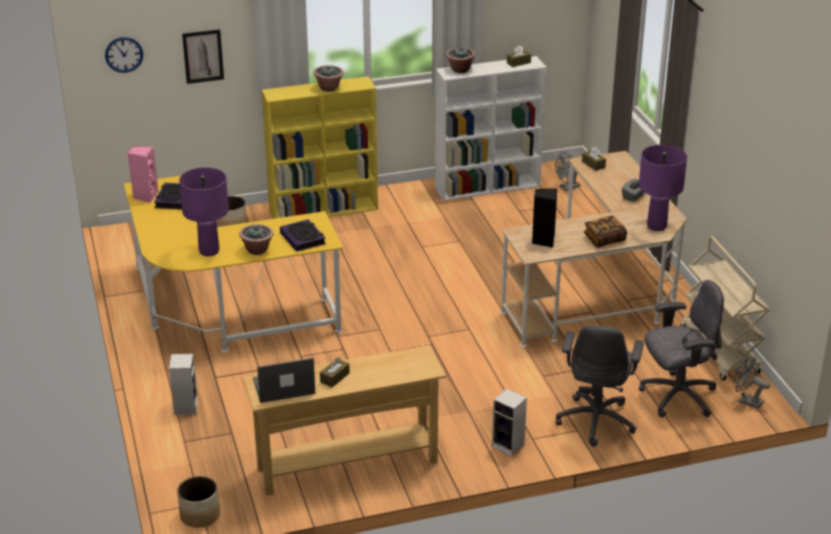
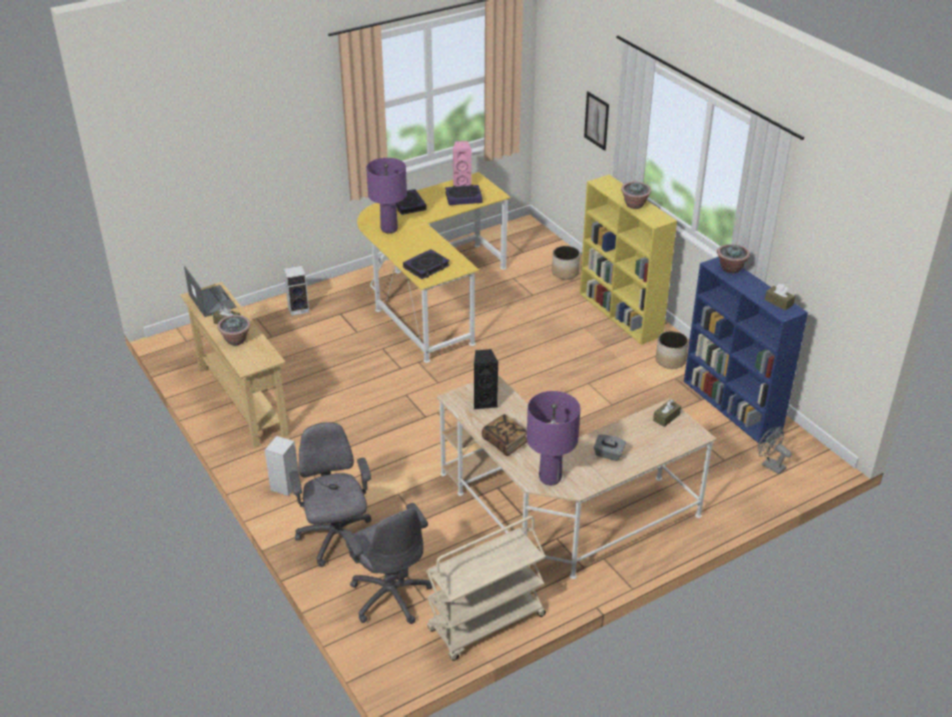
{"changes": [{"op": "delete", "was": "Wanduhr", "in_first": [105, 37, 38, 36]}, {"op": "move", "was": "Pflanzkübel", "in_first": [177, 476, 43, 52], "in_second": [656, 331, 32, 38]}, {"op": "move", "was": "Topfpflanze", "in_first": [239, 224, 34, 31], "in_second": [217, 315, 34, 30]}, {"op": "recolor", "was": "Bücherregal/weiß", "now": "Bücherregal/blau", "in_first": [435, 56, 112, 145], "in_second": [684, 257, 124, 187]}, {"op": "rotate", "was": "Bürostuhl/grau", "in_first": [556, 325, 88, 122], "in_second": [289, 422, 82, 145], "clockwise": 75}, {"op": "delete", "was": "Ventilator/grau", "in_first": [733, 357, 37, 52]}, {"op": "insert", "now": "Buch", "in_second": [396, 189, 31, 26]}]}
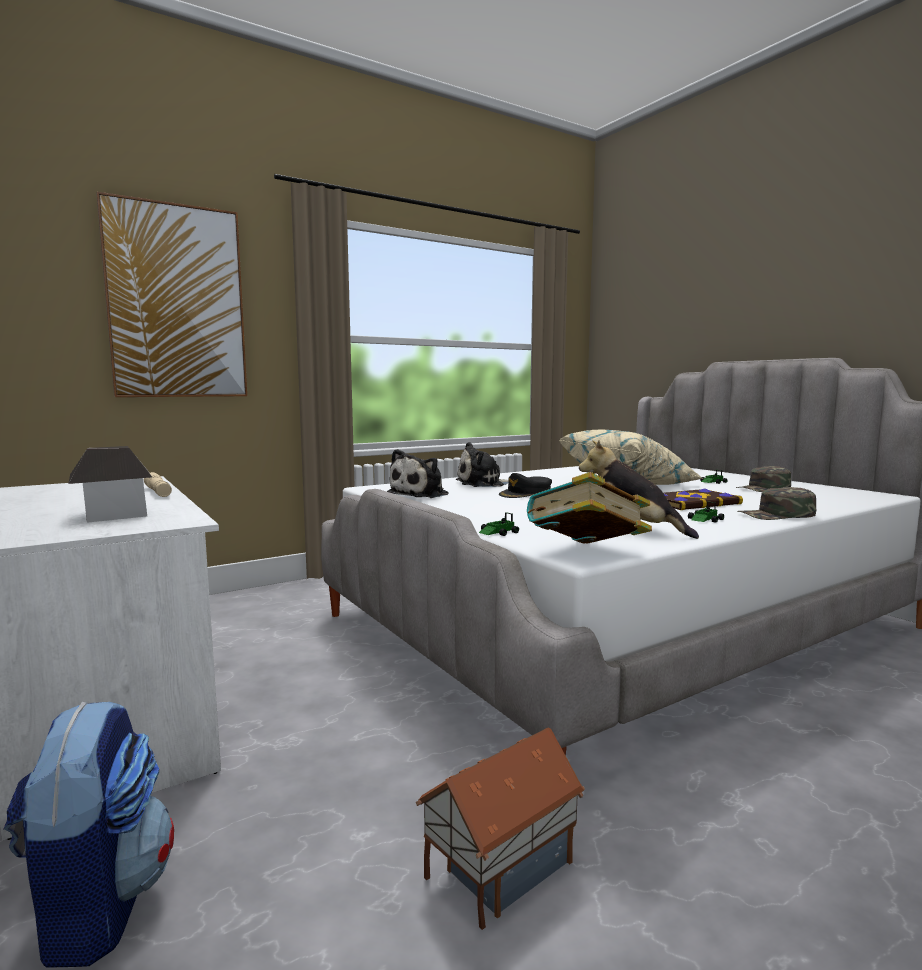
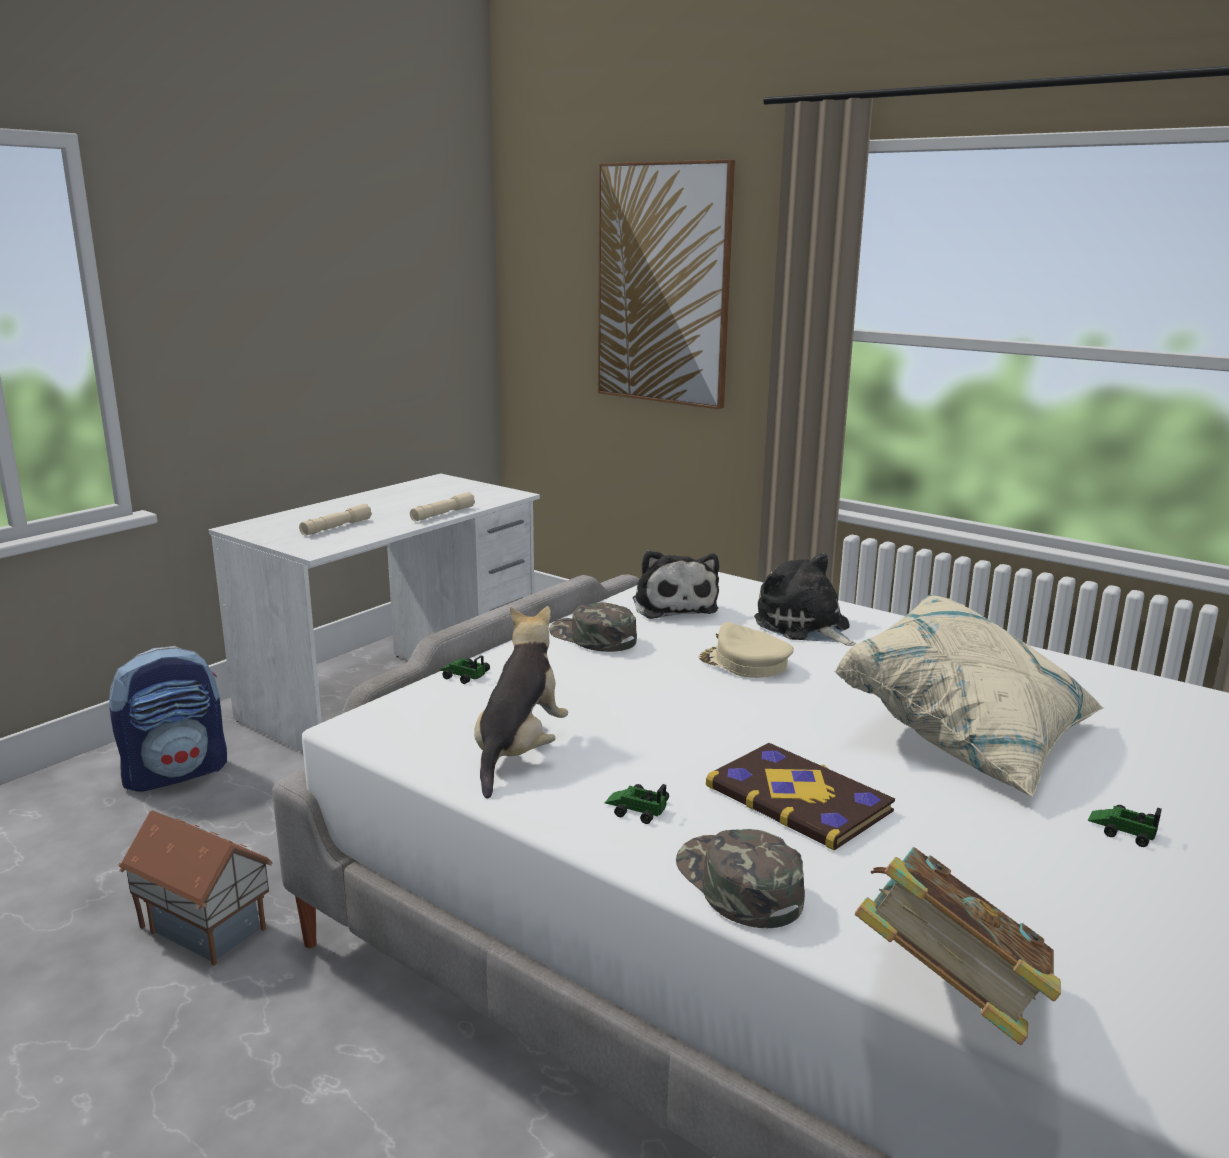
{"changes": [{"op": "replace", "was": "Spielzeughaus", "now": "Taschenlampe/beige", "in_first": [68, 446, 84, 77], "in_second": [299, 504, 73, 32]}, {"op": "rotate", "was": "Plüschtier", "in_first": [387, 449, 62, 49], "in_second": [633, 550, 86, 69], "clockwise": -120}, {"op": "recolor", "was": "Kappe/schwarz", "now": "Kappe/beige", "in_first": [499, 473, 53, 25], "in_second": [698, 622, 96, 56]}, {"op": "move", "was": "Buch", "in_first": [527, 472, 125, 72], "in_second": [855, 847, 206, 198]}, {"op": "move", "was": "Kappe/grün", "in_first": [736, 466, 55, 26], "in_second": [549, 602, 88, 50]}]}
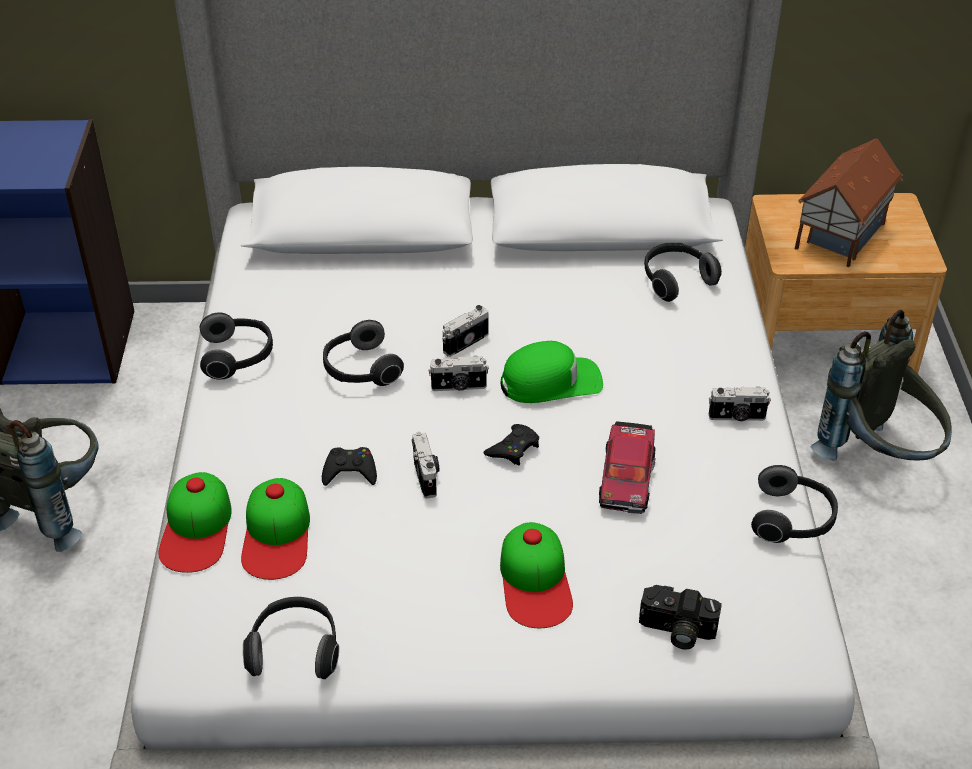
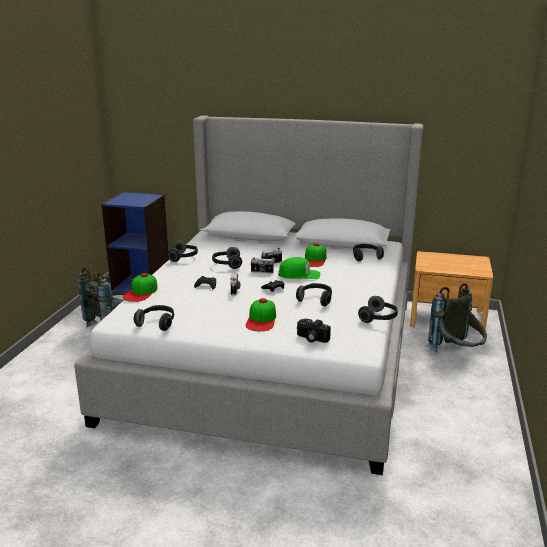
{"changes": [{"op": "move", "was": "Kappe", "in_first": [241, 478, 69, 102], "in_second": [305, 243, 22, 24]}, {"op": "replace", "was": "Spielzeugauto", "now": "Kopfhörer", "in_first": [599, 421, 57, 93], "in_second": [296, 283, 36, 24]}, {"op": "delete", "was": "Kamera", "in_first": [709, 387, 62, 34]}, {"op": "delete", "was": "Spielzeughaus", "in_first": [795, 138, 108, 129]}]}
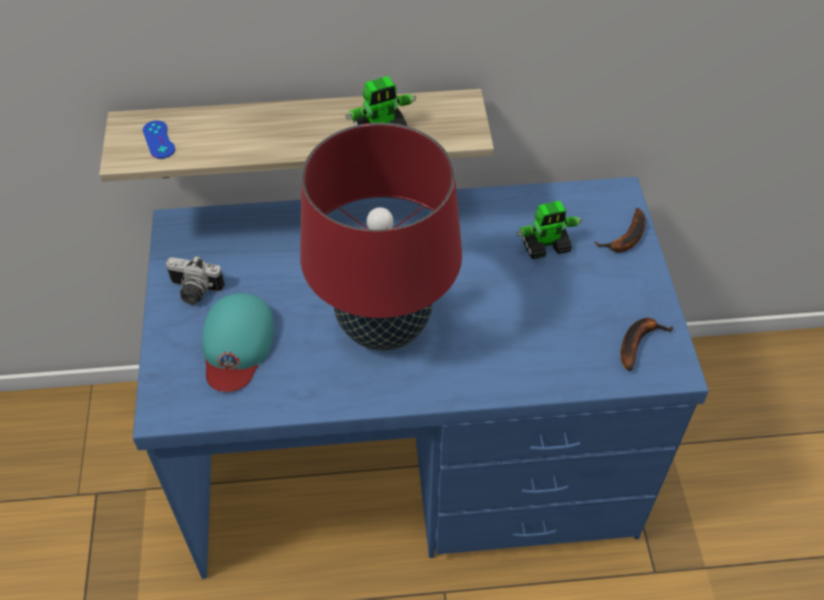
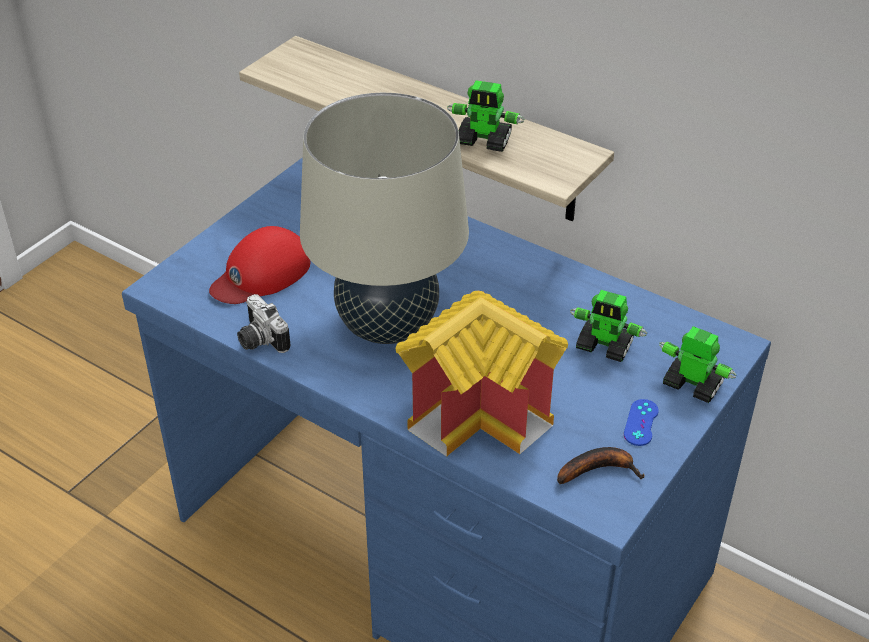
{"changes": [{"op": "move", "was": "Gamepad/blau", "in_first": [143, 120, 32, 39], "in_second": [624, 399, 35, 47]}, {"op": "move", "was": "Kamera", "in_first": [166, 256, 59, 49], "in_second": [237, 294, 53, 59]}, {"op": "recolor", "was": "Kappe/türkis", "now": "Kappe/rot", "in_first": [202, 293, 72, 99], "in_second": [209, 226, 101, 78]}, {"op": "recolor", "was": "Tischlampe/rot", "now": "Tischlampe/beige", "in_first": [300, 123, 162, 228], "in_second": [300, 93, 169, 251]}, {"op": "replace", "was": "Banane", "now": "Spielzeugroboter", "in_first": [595, 208, 50, 44], "in_second": [659, 327, 77, 76]}, {"op": "insert", "now": "Spielzeughaus", "in_second": [396, 291, 172, 166]}]}
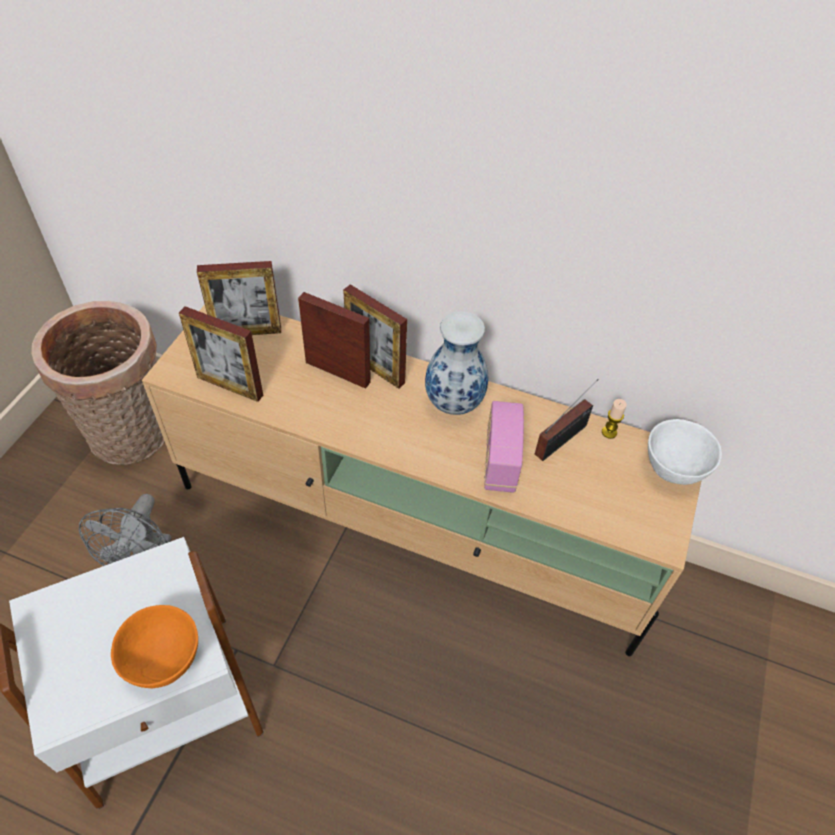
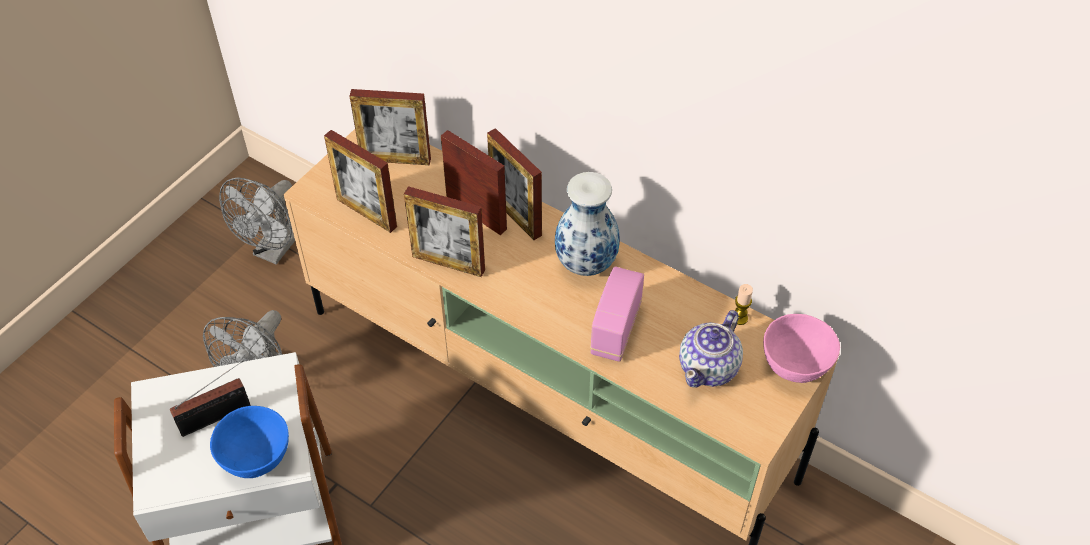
{"changes": [{"op": "replace", "was": "Korb", "now": "Ventilator/grau", "in_first": [31, 301, 133, 164], "in_second": [219, 178, 76, 87]}, {"op": "recolor", "was": "Schüssel/orange", "now": "Schüssel/blau", "in_first": [111, 605, 87, 83], "in_second": [210, 406, 79, 72]}, {"op": "move", "was": "Radio", "in_first": [535, 379, 64, 82], "in_second": [170, 360, 81, 77]}, {"op": "recolor", "was": "Schüssel/weiß", "now": "Schüssel/rosa", "in_first": [648, 419, 74, 66], "in_second": [763, 314, 77, 69]}, {"op": "insert", "now": "Bilderrahmen", "in_second": [404, 186, 81, 91]}, {"op": "insert", "now": "Teekanne", "in_second": [679, 310, 64, 78]}]}
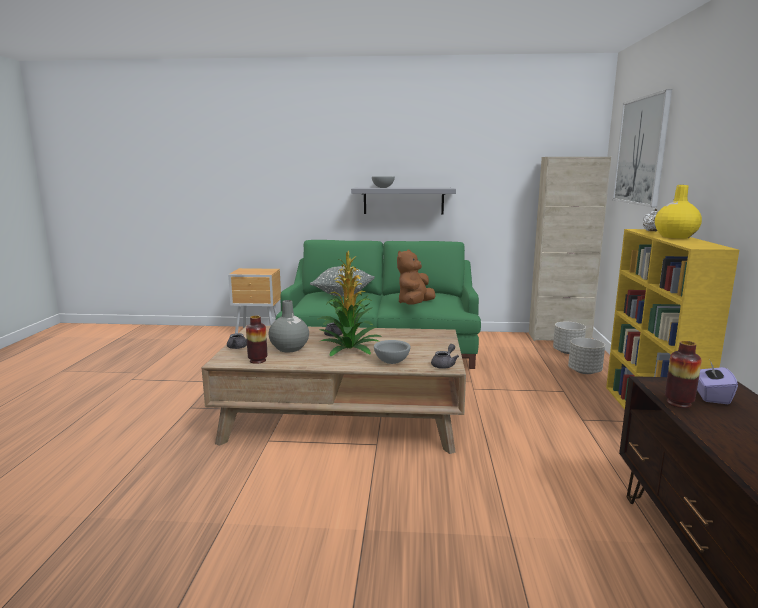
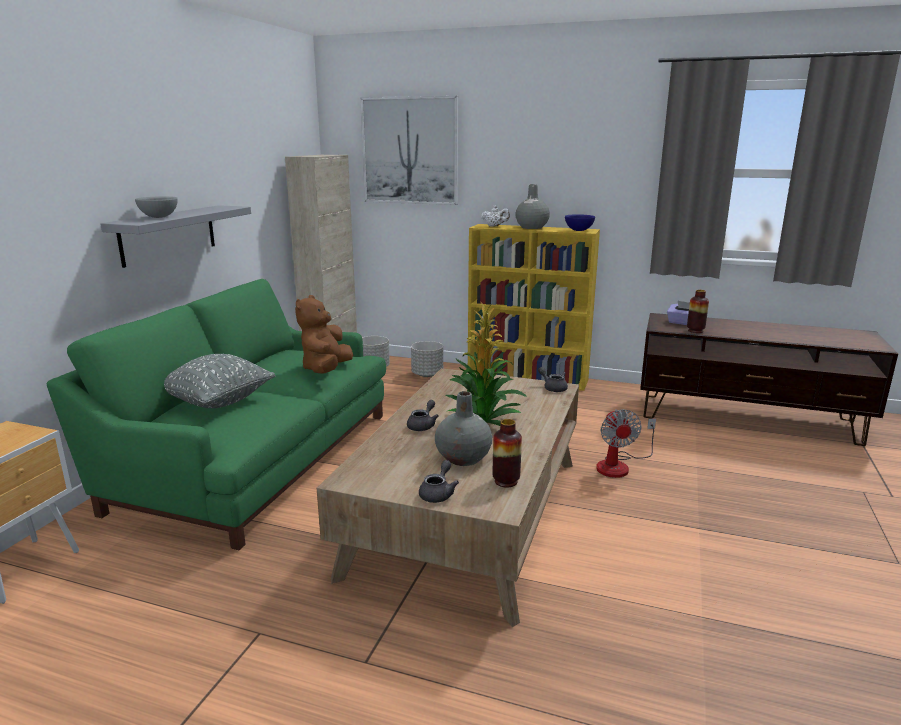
{"changes": [{"op": "delete", "was": "Schüssel/grau", "in_first": [374, 340, 36, 24]}, {"op": "rotate", "was": "Plüschtier/braun", "in_first": [397, 249, 39, 56], "in_second": [295, 295, 58, 78], "clockwise": 60}, {"op": "recolor", "was": "Vase/gelb", "now": "Vase/grau", "in_first": [655, 185, 47, 54], "in_second": [515, 184, 35, 45]}, {"op": "insert", "now": "Schüssel/blau", "in_second": [565, 214, 30, 17]}, {"op": "insert", "now": "Ventilator", "in_second": [596, 409, 60, 69]}]}
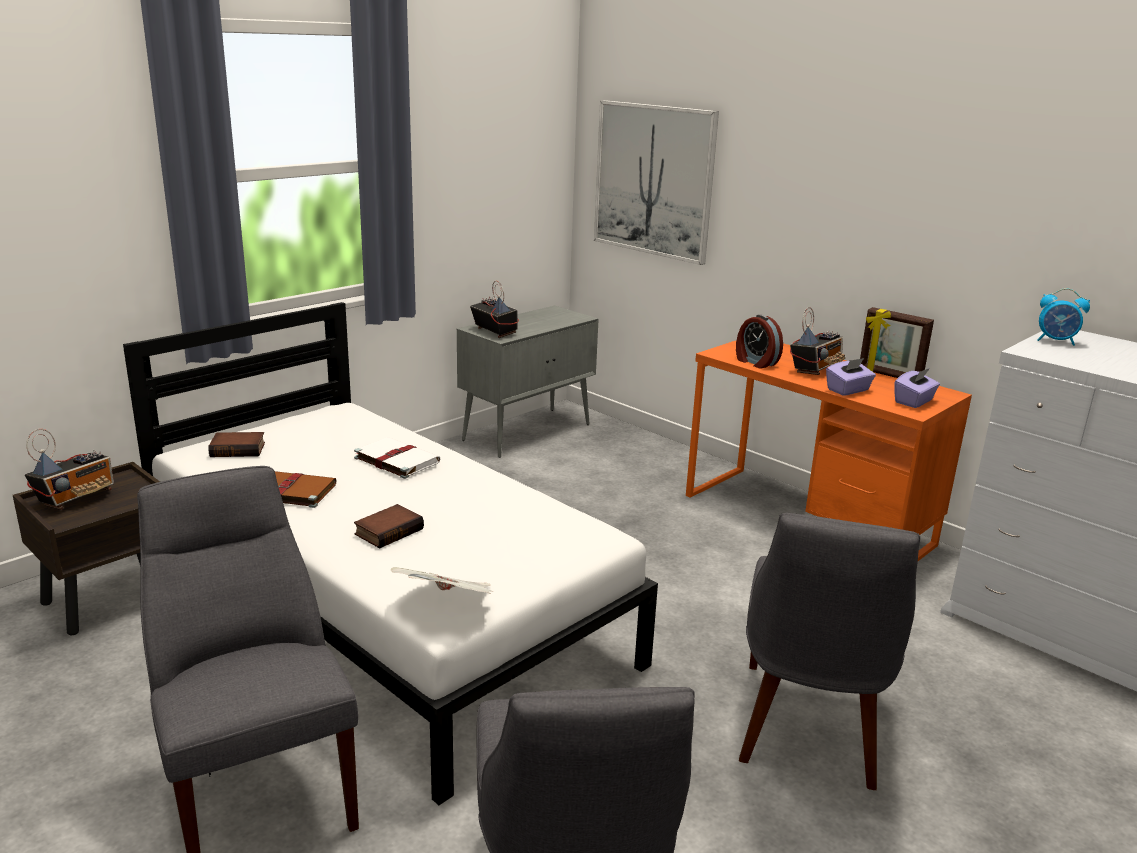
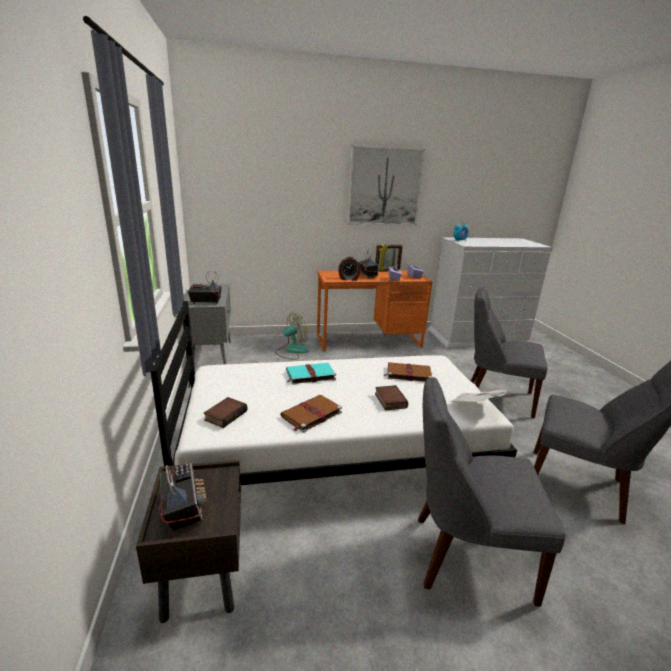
{"changes": [{"op": "recolor", "was": "Buch/weiß", "now": "Buch/türkis", "in_first": [354, 437, 87, 42], "in_second": [286, 363, 50, 22]}, {"op": "move", "was": "Bild", "in_first": [594, 100, 125, 165], "in_second": [347, 145, 78, 81]}, {"op": "rotate", "was": "Stuhl/grau", "in_first": [739, 513, 181, 277], "in_second": [471, 287, 77, 131], "clockwise": 150}, {"op": "insert", "now": "Ventilator", "in_second": [275, 313, 34, 47]}, {"op": "insert", "now": "Buch/braun", "in_second": [384, 362, 49, 20]}]}
